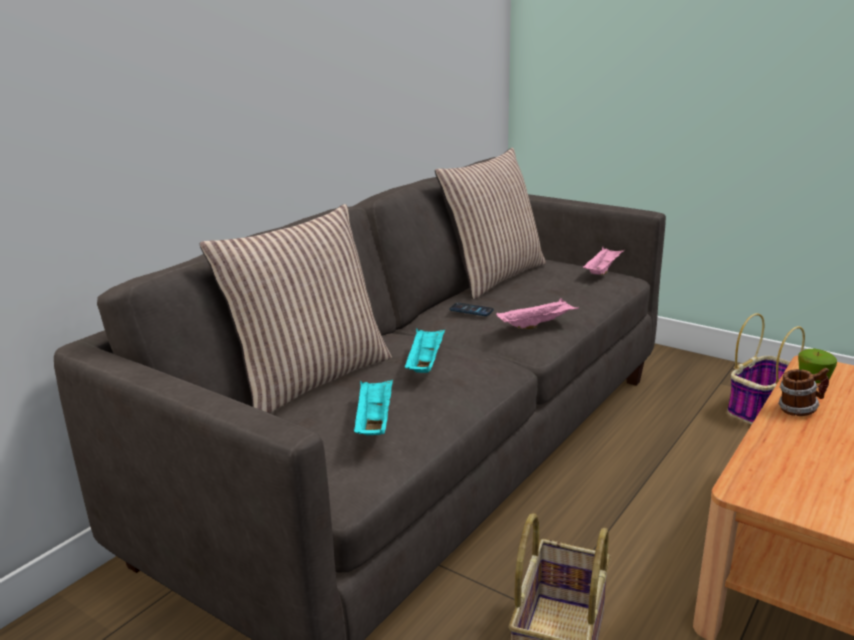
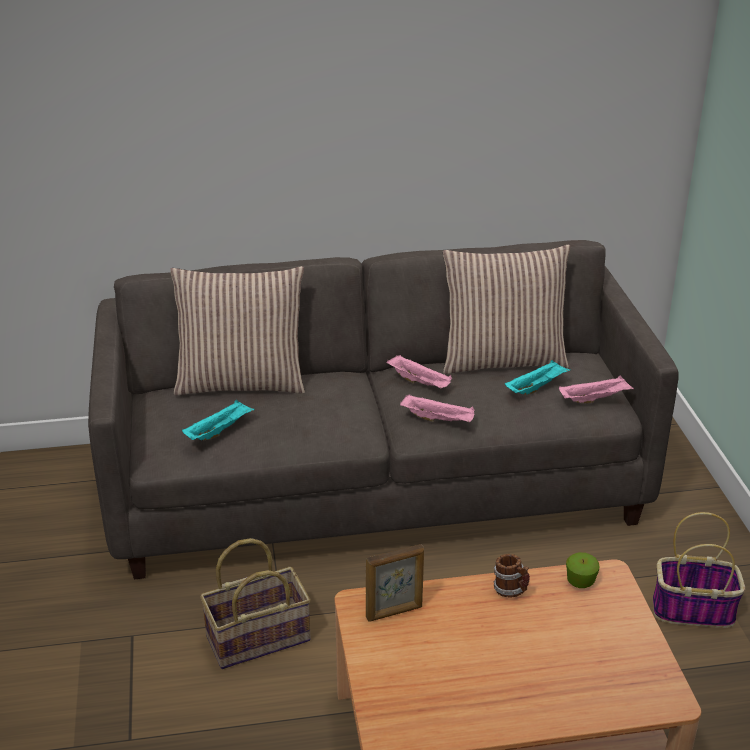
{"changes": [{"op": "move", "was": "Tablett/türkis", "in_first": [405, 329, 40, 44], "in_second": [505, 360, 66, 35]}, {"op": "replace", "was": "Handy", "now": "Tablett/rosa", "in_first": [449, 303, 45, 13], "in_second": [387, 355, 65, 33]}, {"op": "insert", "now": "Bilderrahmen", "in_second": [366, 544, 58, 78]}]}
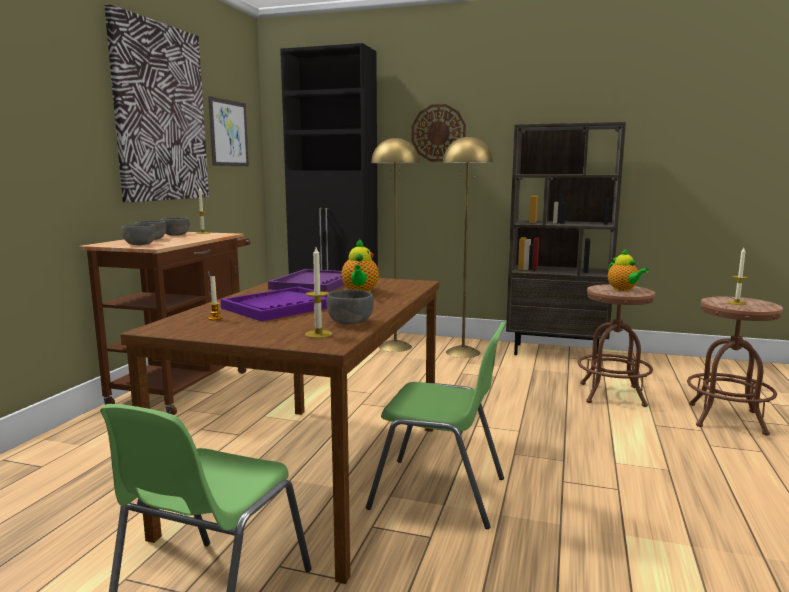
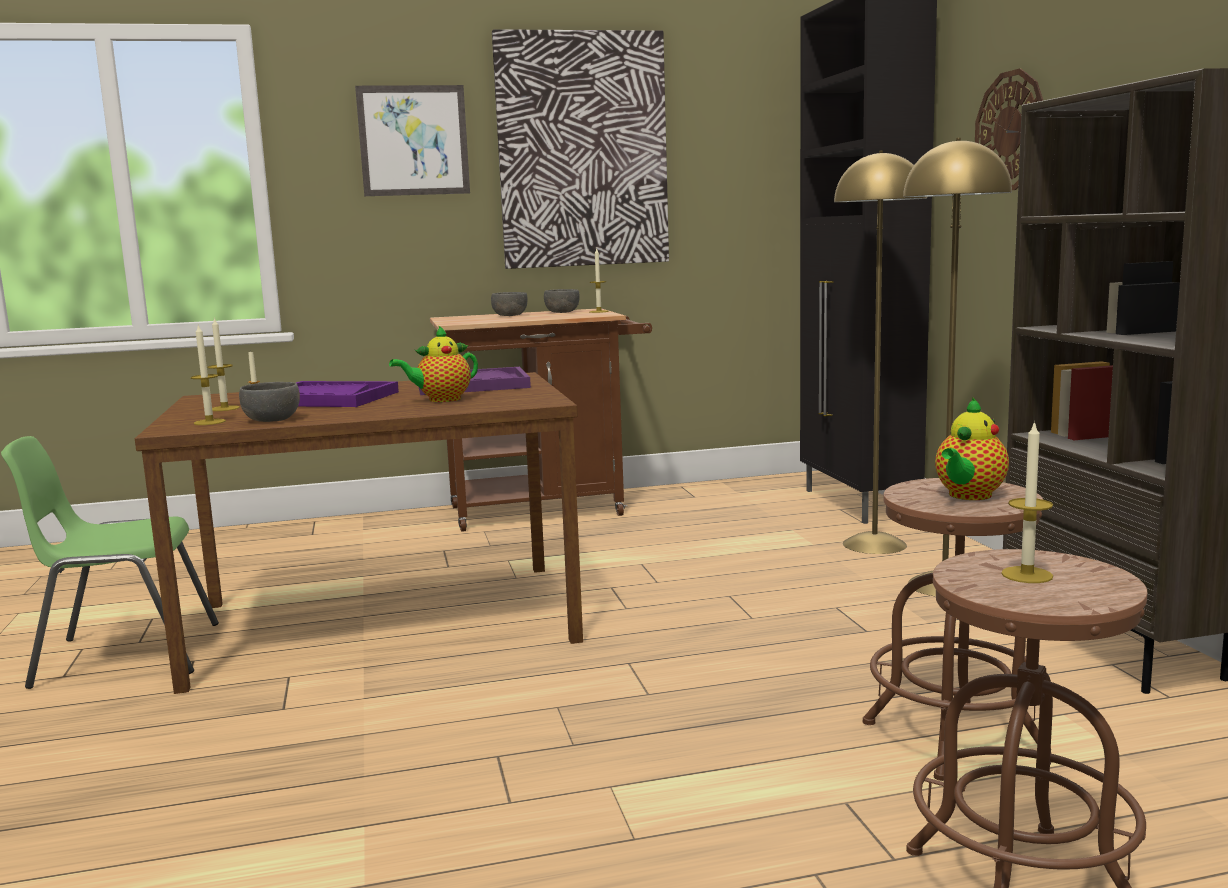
{"changes": [{"op": "delete", "was": "Schüssel/grau", "in_first": [122, 224, 34, 21]}, {"op": "move", "was": "Bild", "in_first": [208, 96, 41, 70], "in_second": [355, 85, 115, 111]}, {"op": "delete", "was": "Stuhl/grün", "in_first": [366, 322, 140, 207]}, {"op": "insert", "now": "Kerze", "in_second": [207, 317, 33, 94]}]}
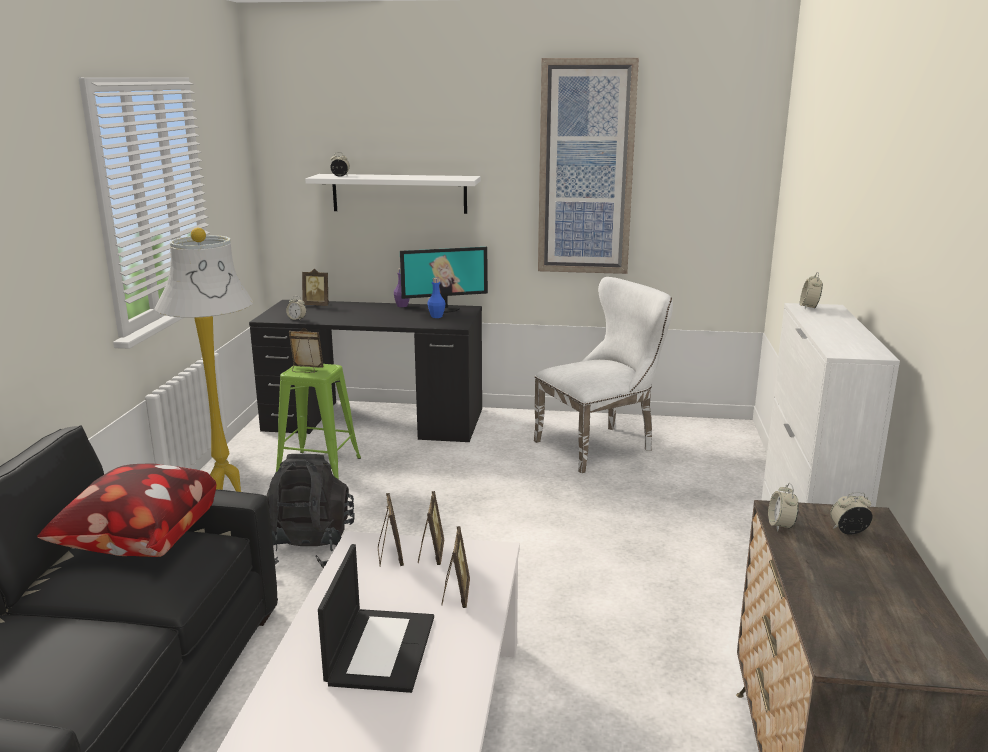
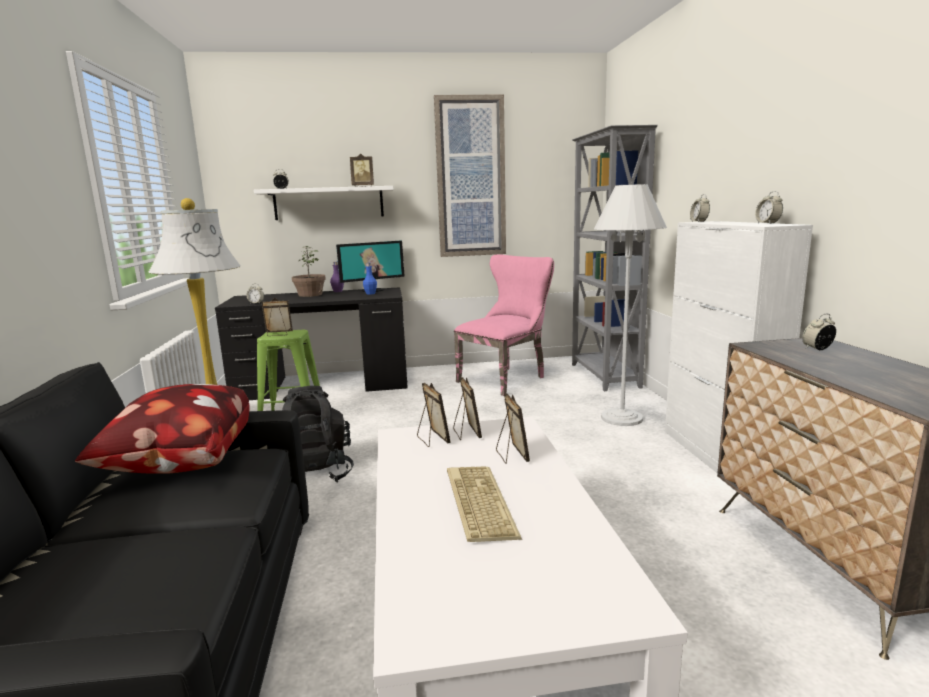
{"changes": [{"op": "move", "was": "Bilderrahmen", "in_first": [302, 269, 27, 37], "in_second": [350, 154, 24, 33]}, {"op": "replace", "was": "Laptop", "now": "Tastatur", "in_first": [318, 544, 116, 149], "in_second": [447, 467, 75, 75]}, {"op": "recolor", "was": "Stuhl/weiß", "now": "Stuhl/rosa", "in_first": [534, 277, 139, 196], "in_second": [454, 254, 100, 142]}, {"op": "move", "was": "Wecker", "in_first": [768, 483, 31, 49], "in_second": [755, 191, 28, 32]}, {"op": "insert", "now": "Topfpflanze", "in_second": [292, 246, 34, 51]}, {"op": "insert", "now": "Bücherregal/grau", "in_second": [572, 125, 86, 266]}, {"op": "insert", "now": "Stehlampe/weiß", "in_second": [594, 184, 73, 242]}]}
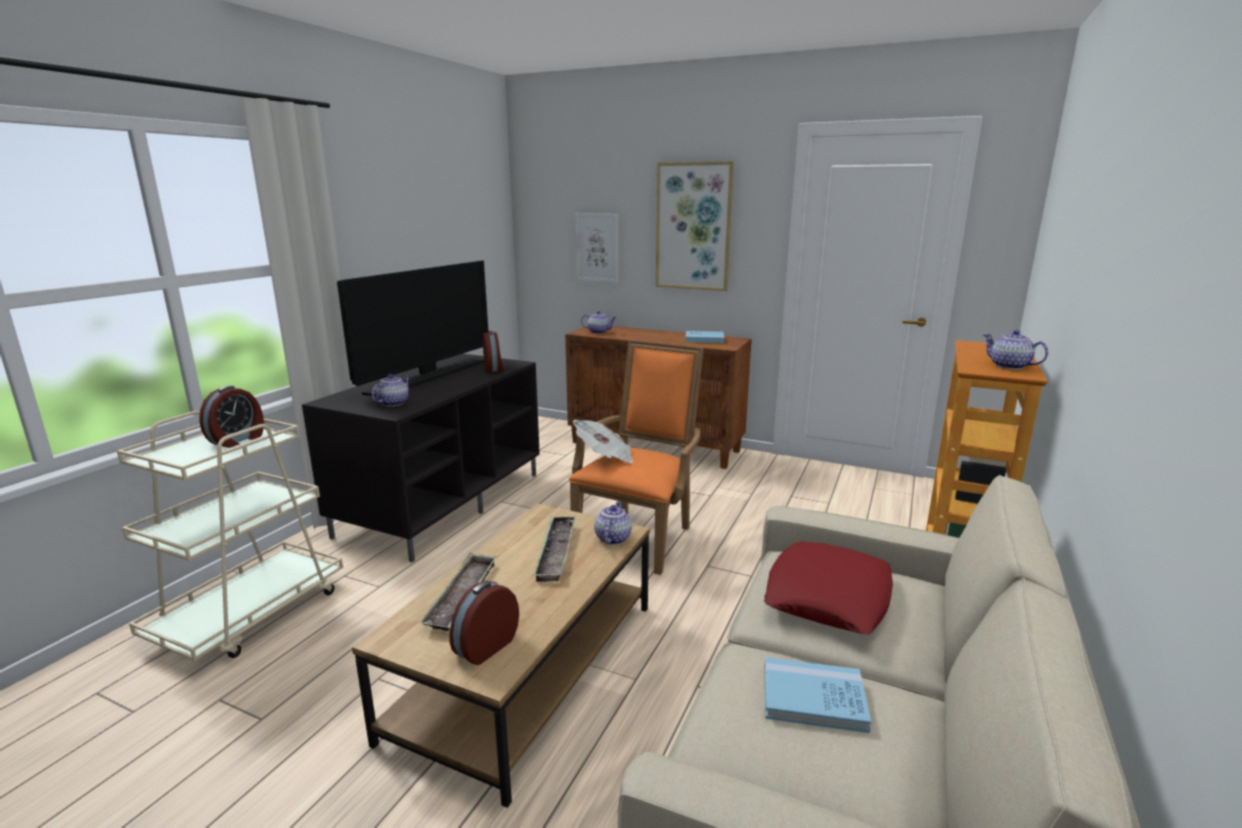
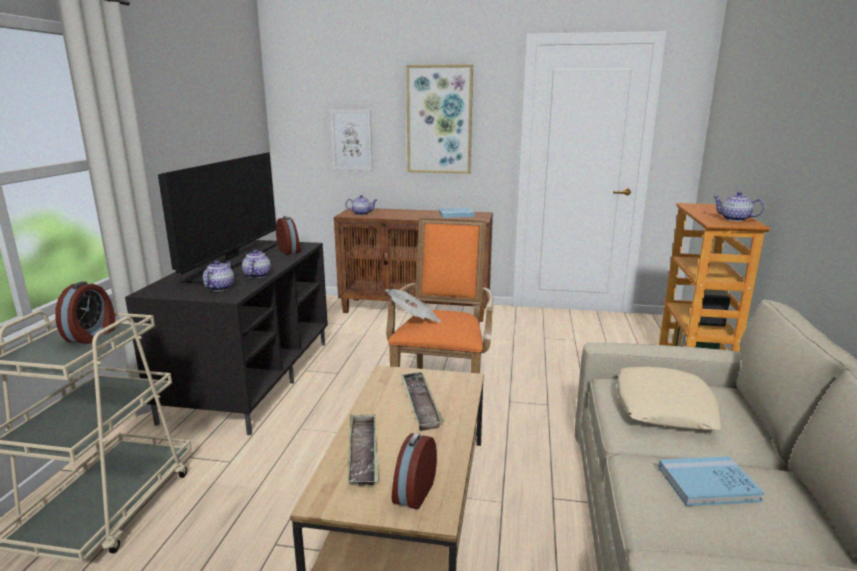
{"changes": [{"op": "move", "was": "Teekanne", "in_first": [594, 501, 38, 44], "in_second": [242, 250, 29, 28]}, {"op": "recolor", "was": "Kissen/rot", "now": "Kissen/beige", "in_first": [764, 542, 129, 92], "in_second": [617, 367, 105, 63]}]}
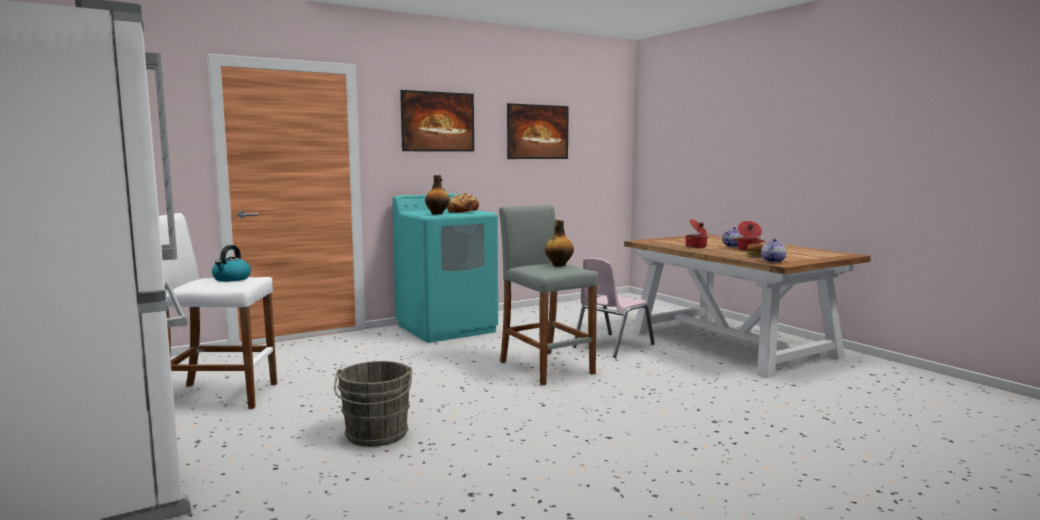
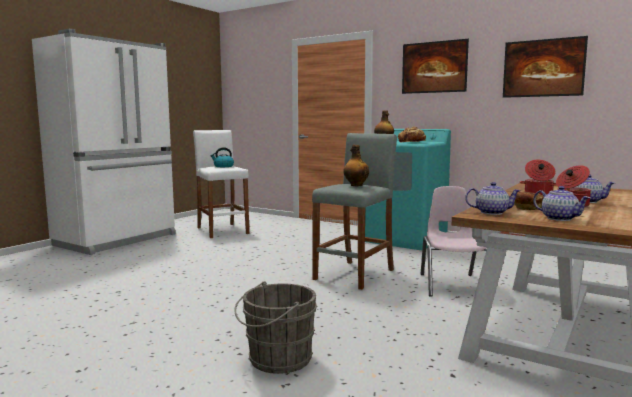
{"changes": [{"op": "move", "was": "Eimer/grau", "in_first": [334, 361, 78, 86], "in_second": [234, 281, 83, 93]}, {"op": "rotate", "was": "Stuhl/rosa", "in_first": [573, 258, 82, 100], "in_second": [421, 186, 66, 111], "clockwise": 75}, {"op": "insert", "now": "Teekanne", "in_second": [533, 186, 57, 35]}]}
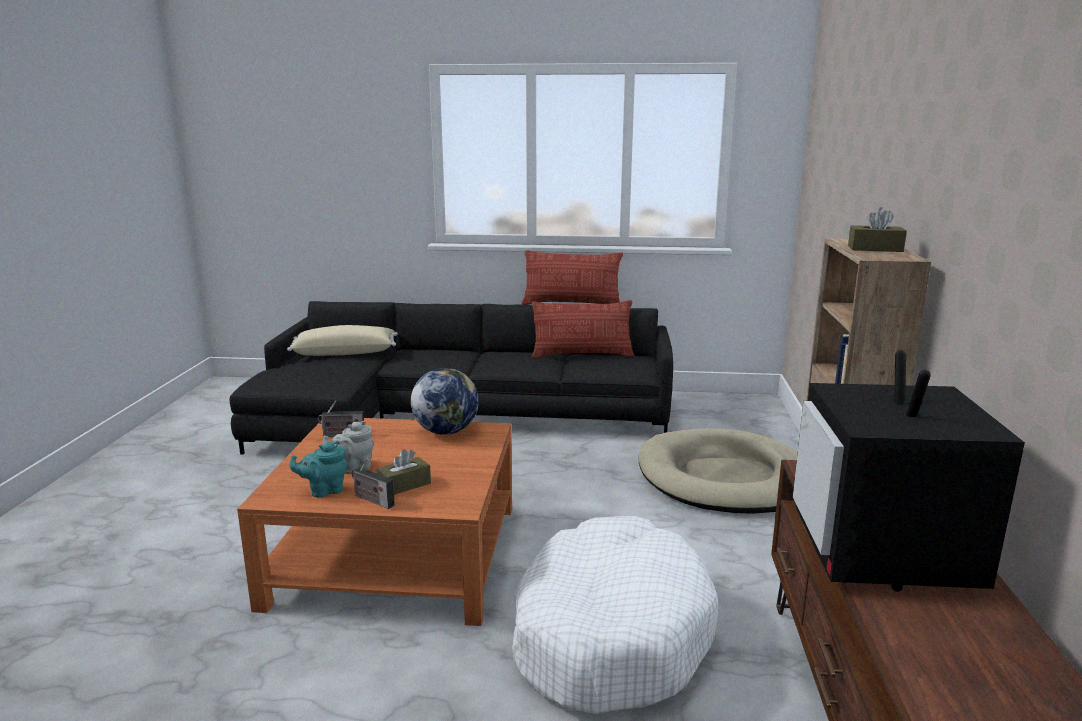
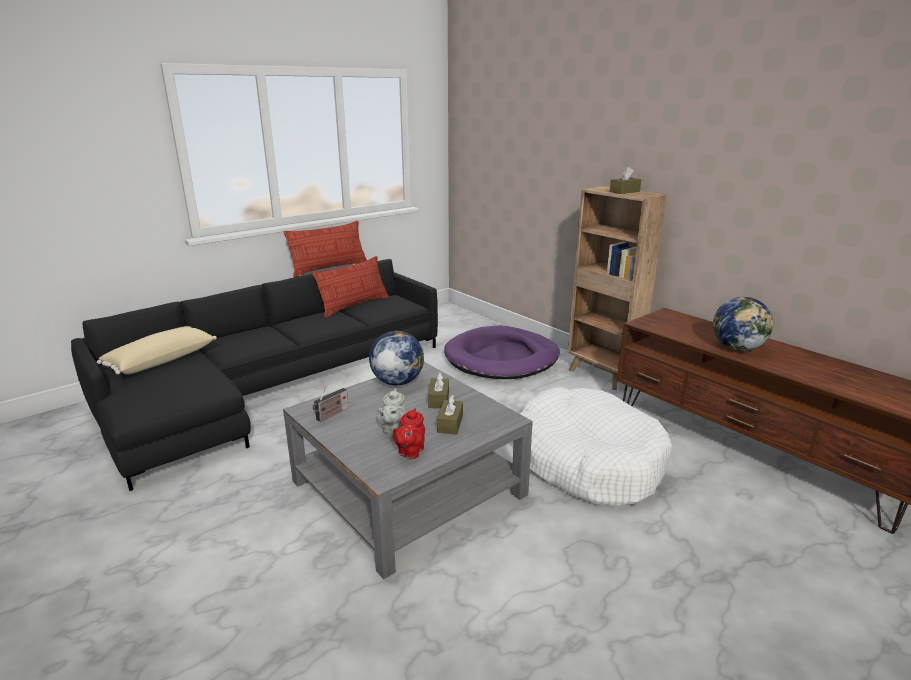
{"changes": [{"op": "recolor", "was": "Couchtisch/orange", "now": "Couchtisch/grau", "in_first": [237, 418, 275, 208], "in_second": [283, 362, 250, 217]}, {"op": "recolor", "was": "Teekanne/türkis", "now": "Teekanne/rot", "in_first": [290, 442, 57, 55], "in_second": [393, 408, 32, 51]}, {"op": "delete", "was": "Radio", "in_first": [352, 459, 43, 50]}, {"op": "recolor", "was": "Hundebett/beige", "now": "Hundebett/lila", "in_first": [638, 428, 160, 86], "in_second": [444, 326, 116, 53]}, {"op": "replace", "was": "Fernseher", "now": "Globus", "in_first": [793, 350, 232, 242], "in_second": [713, 297, 61, 54]}, {"op": "insert", "now": "Taschentuchbox/braun", "in_second": [428, 373, 21, 35]}]}
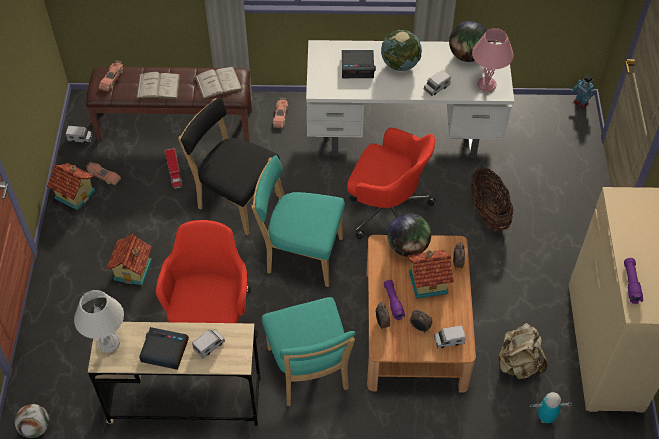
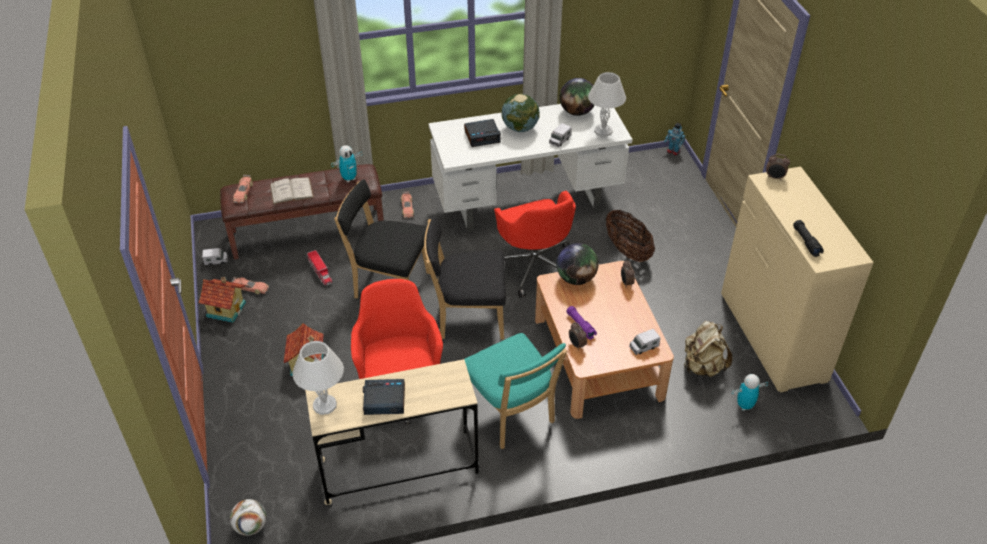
{"changes": [{"op": "delete", "was": "Spielzeuglaster", "in_first": [192, 329, 33, 30]}, {"op": "replace", "was": "Buch/weiß", "now": "Spielzeugroboter", "in_first": [195, 67, 48, 32], "in_second": [331, 145, 32, 37]}, {"op": "recolor", "was": "Stuhl/türkis", "now": "Stuhl/schwarz", "in_first": [251, 155, 94, 132], "in_second": [424, 216, 82, 124]}, {"op": "rotate", "was": "Bürostuhl/rot", "in_first": [347, 128, 89, 111], "in_second": [494, 191, 82, 106], "clockwise": 60}, {"op": "delete", "was": "Spielzeughaus", "in_first": [408, 250, 46, 49]}, {"op": "move", "was": "Wecker", "in_first": [410, 309, 22, 24], "in_second": [766, 154, 24, 26]}, {"op": "recolor", "was": "Tischlampe/rosa", "now": "Tischlampe/weiß", "in_first": [472, 28, 42, 64], "in_second": [588, 72, 38, 65]}, {"op": "recolor", "was": "Taschenlampe/lila", "now": "Taschenlampe/schwarz", "in_first": [624, 258, 19, 46], "in_second": [793, 220, 31, 37]}]}
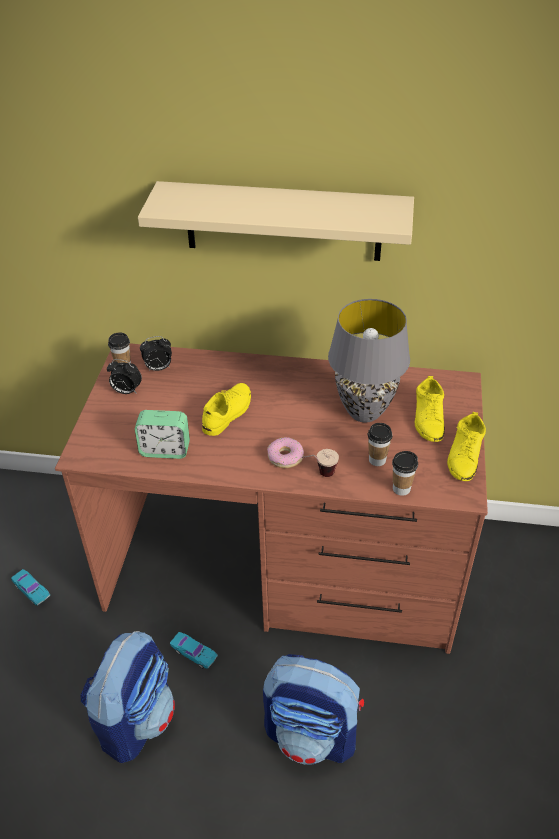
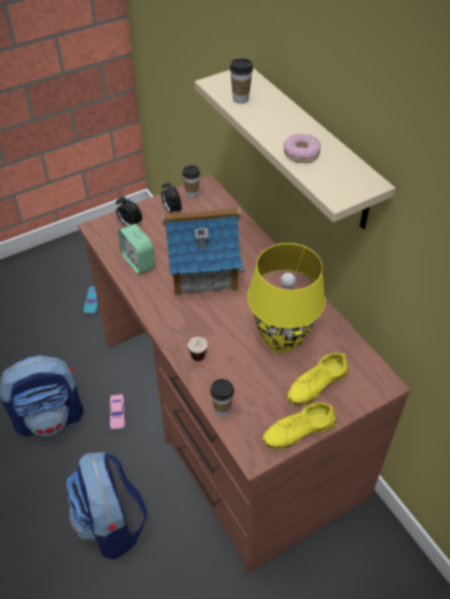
{"changes": [{"op": "move", "was": "Wecker", "in_first": [140, 336, 32, 35], "in_second": [116, 196, 26, 30]}, {"op": "recolor", "was": "Spielzeugauto/türkis", "now": "Spielzeugauto/rosa", "in_first": [170, 632, 48, 37], "in_second": [109, 394, 17, 35]}, {"op": "replace", "was": "Schuh/gelb", "now": "Spielzeughaus", "in_first": [202, 383, 49, 53], "in_second": [162, 208, 83, 88]}, {"op": "move", "was": "Donut", "in_first": [267, 437, 37, 31], "in_second": [284, 134, 37, 29]}, {"op": "recolor", "was": "Tischlampe/grau", "now": "Tischlampe/gelb", "in_first": [328, 299, 82, 123], "in_second": [247, 243, 79, 110]}, {"op": "move", "was": "Tasse", "in_first": [368, 423, 24, 43], "in_second": [230, 58, 23, 46]}]}
